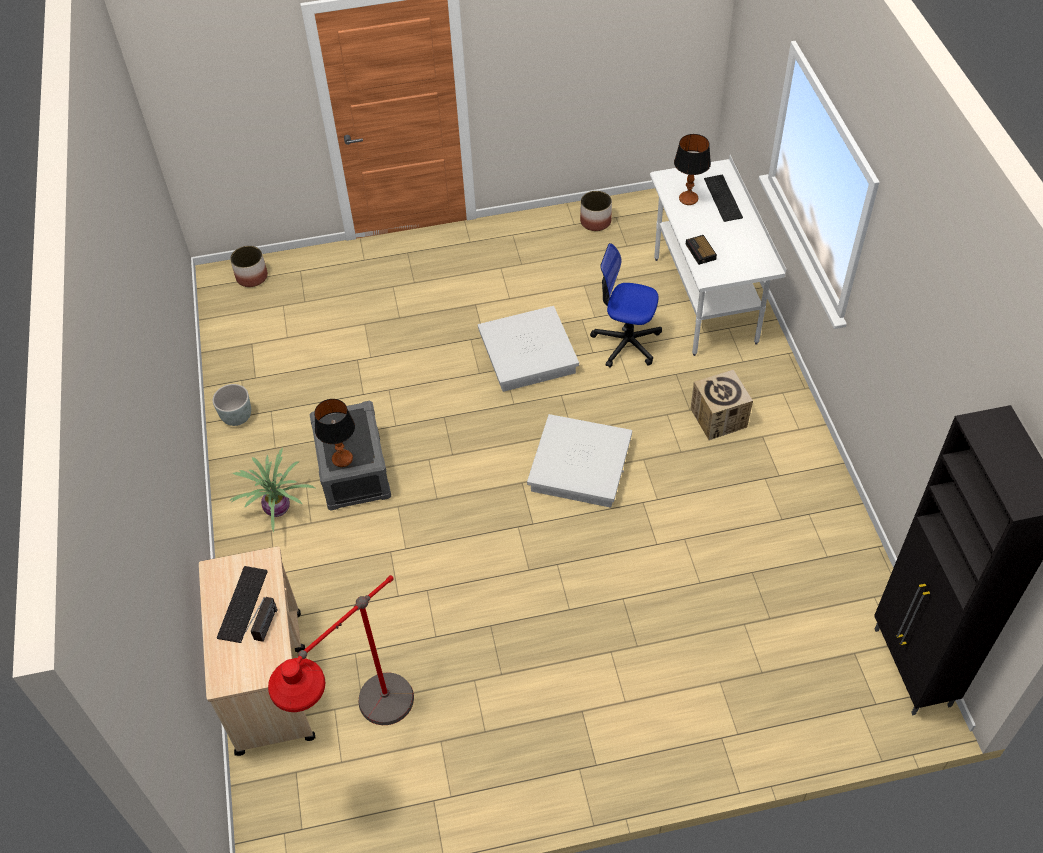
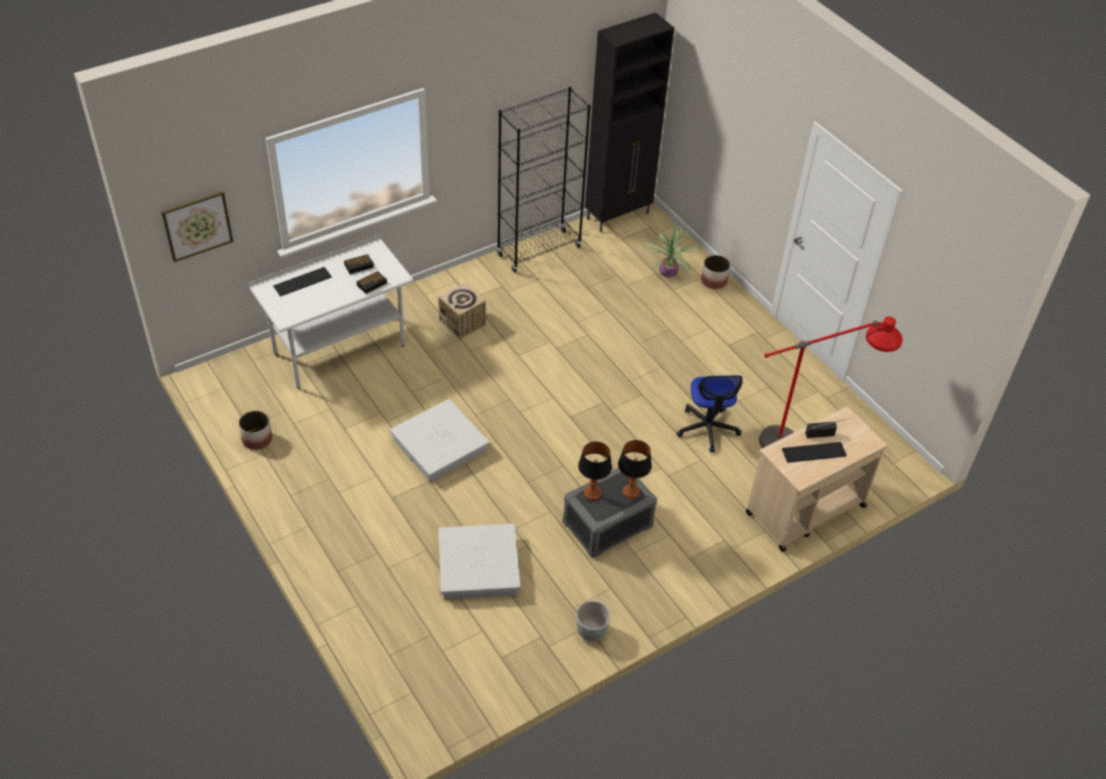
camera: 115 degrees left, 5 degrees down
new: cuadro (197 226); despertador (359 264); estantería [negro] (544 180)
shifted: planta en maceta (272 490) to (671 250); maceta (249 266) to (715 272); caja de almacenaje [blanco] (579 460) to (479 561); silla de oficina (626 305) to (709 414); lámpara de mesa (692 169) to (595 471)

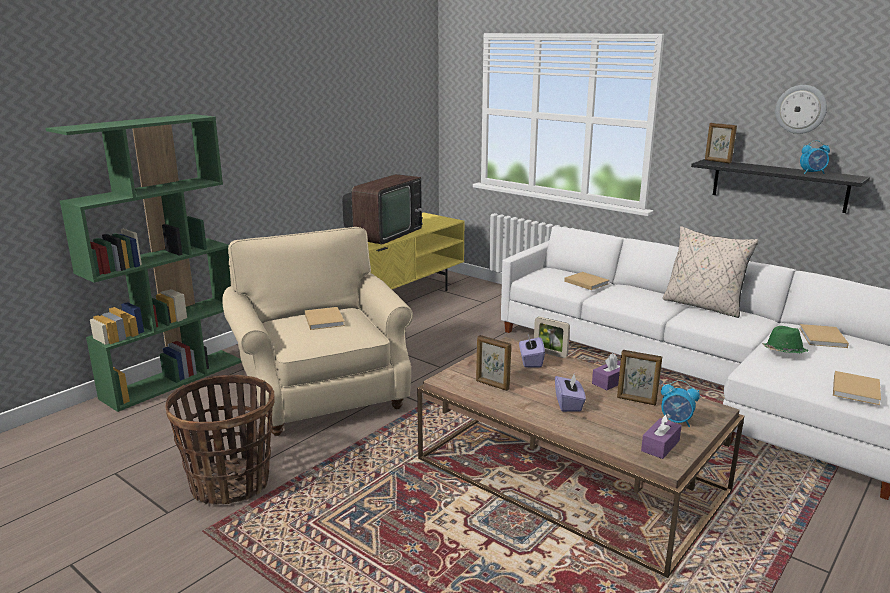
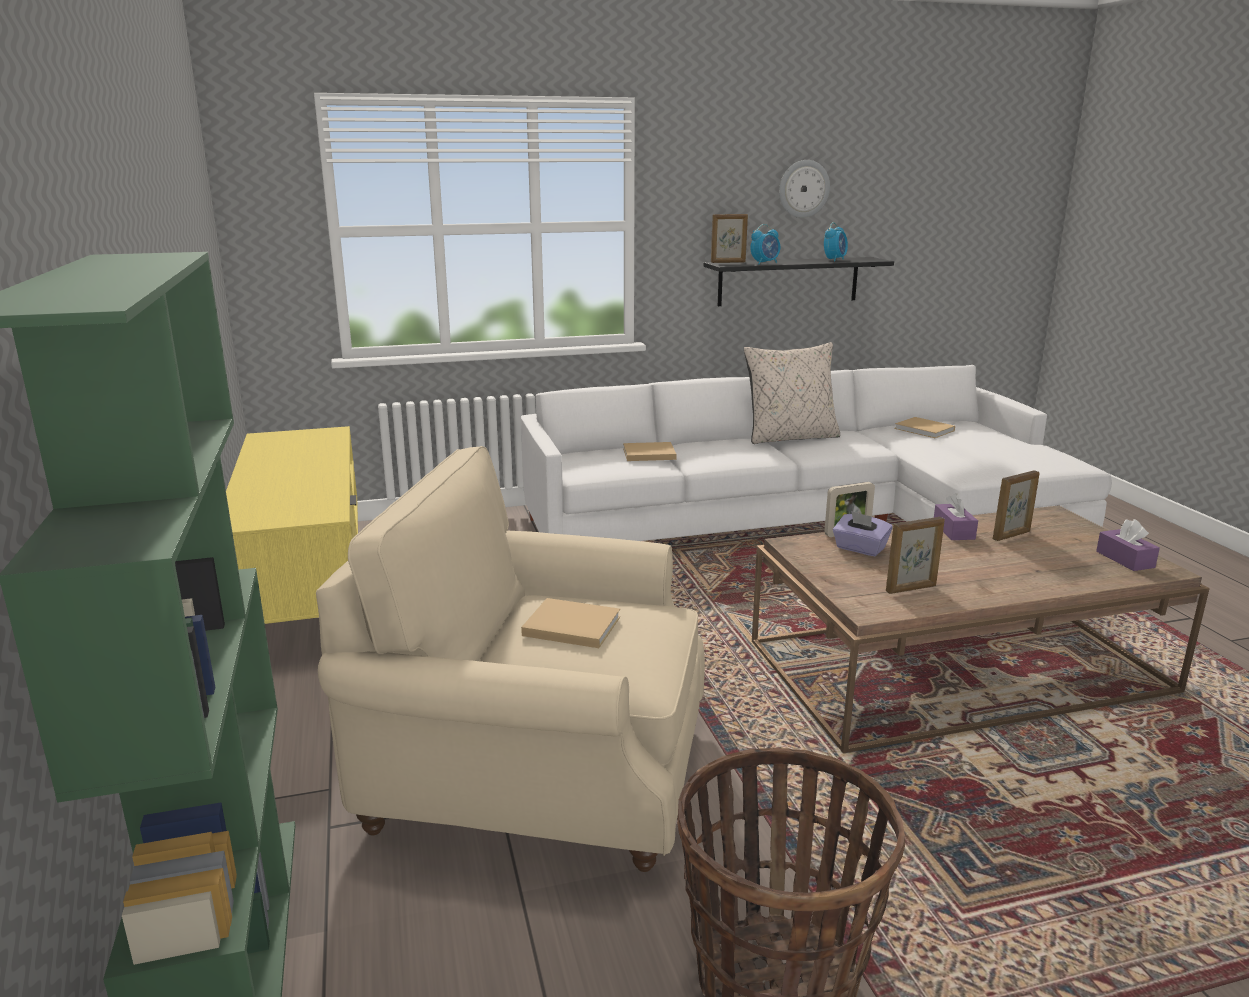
camera: 55 degrees left, 0 degrees up
gone: televisor (382 209); caja de pañuelos [morado] (570 393); sombrero [verde] (785 340); libro [beis] (857 388)
shifted: despertador (680 403) to (765 244)

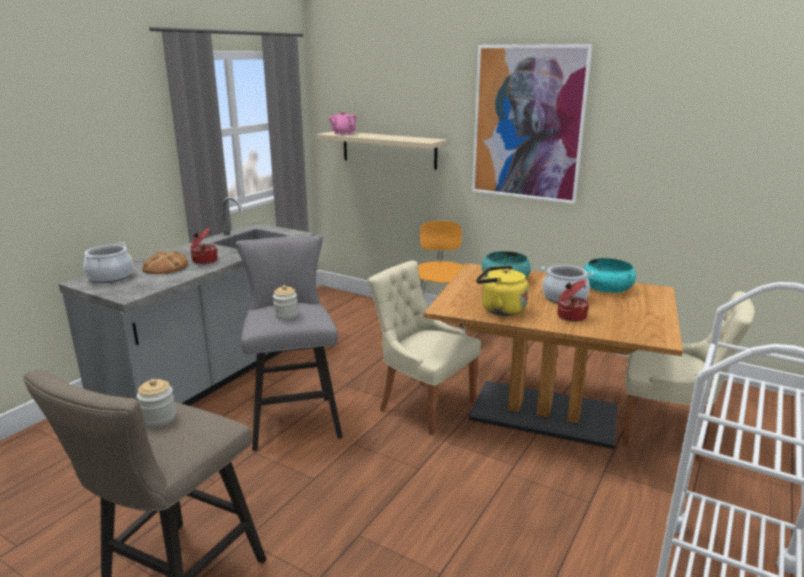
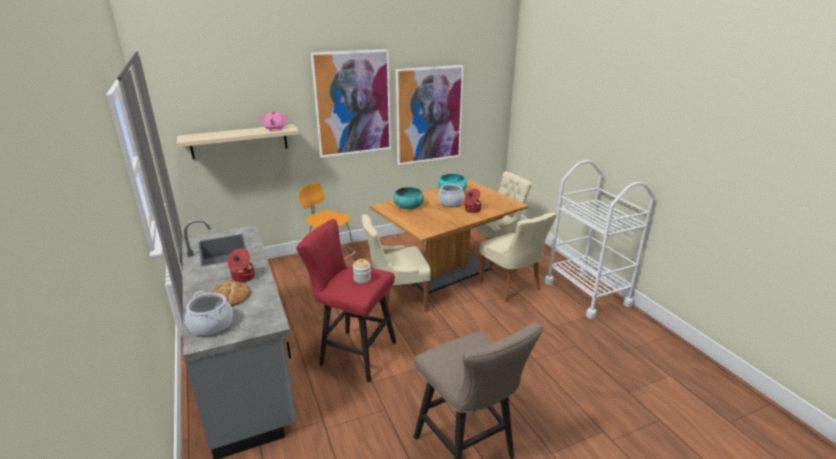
camera: 55 degrees left, 5 degrees up
gone: tarro (156 403); hervidor [amarillo] (502 291)
new: cuadro (430 115); silla [beis] (518 257)
shifted: tetera [rosa] (342 123) to (273 121)
repainted: taburete [gris] (289 343) to taburete [rojo] (346 301)

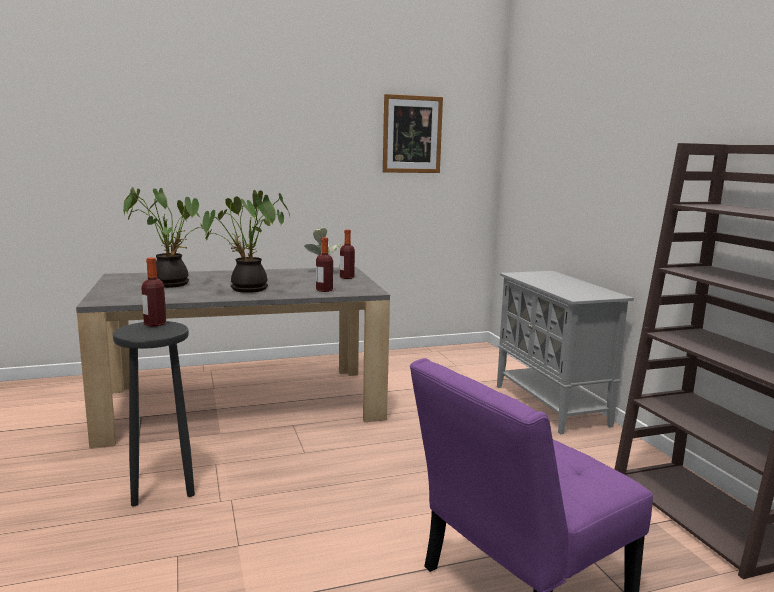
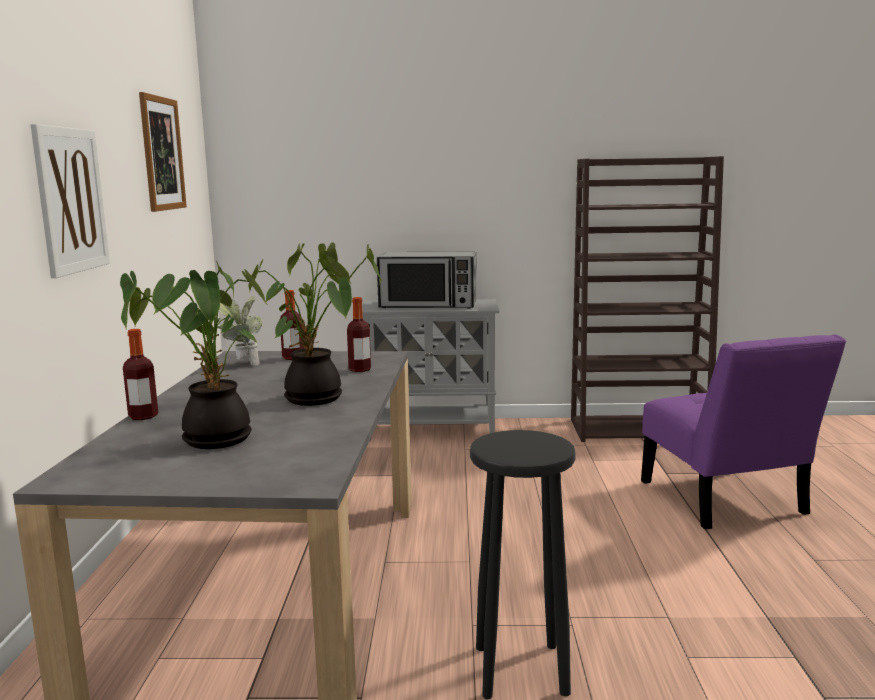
camera: 70 degrees left, 0 degrees up
new: cuadro (70 201); microondas (427 280)
shifted: botella (153 292) to (140 374)

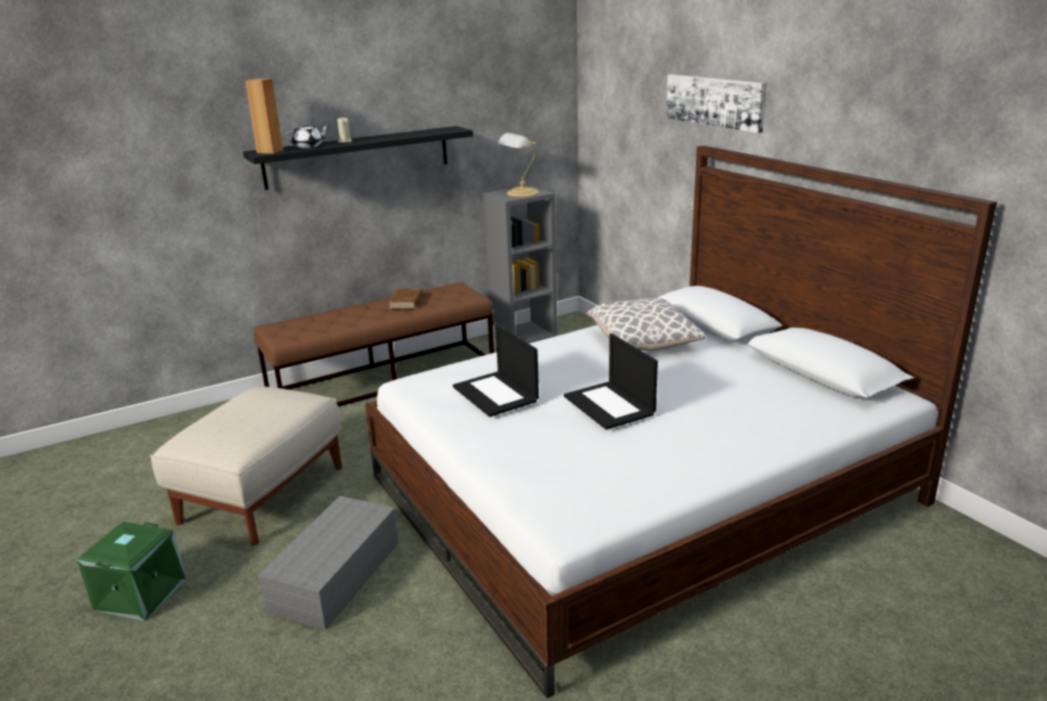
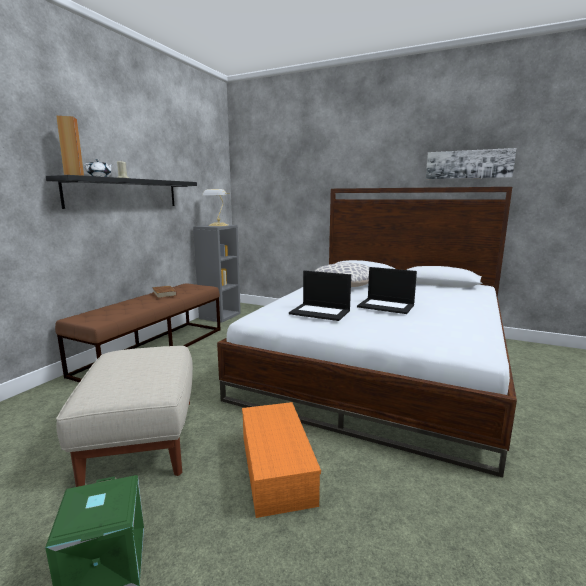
camera: 35 degrees left, 10 degrees down
shifted: cuadro (716 103) to (471 163)
repainted: caja de almacenaje [gris] (327 563) to caja de almacenaje [naranja] (281 460)

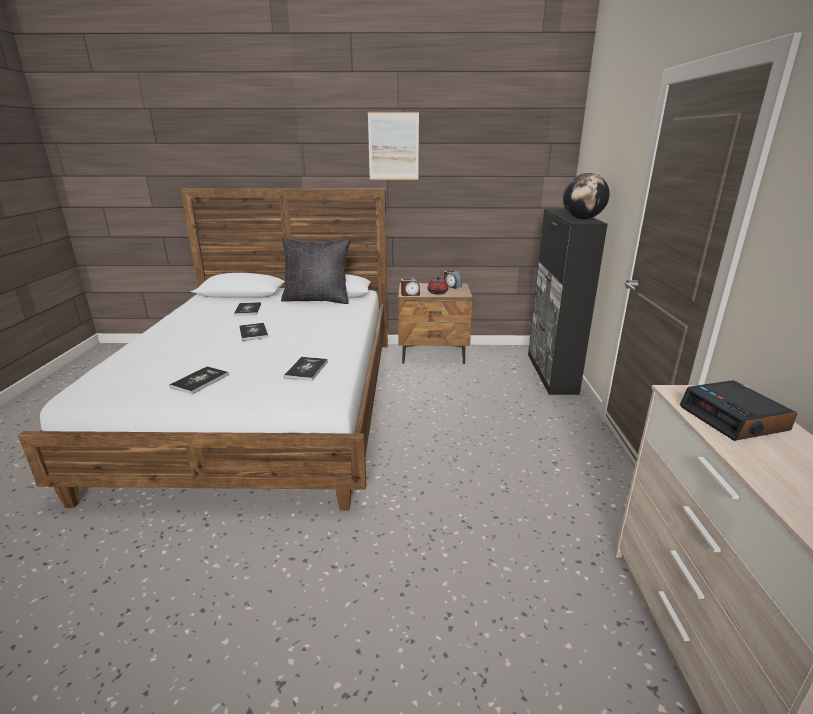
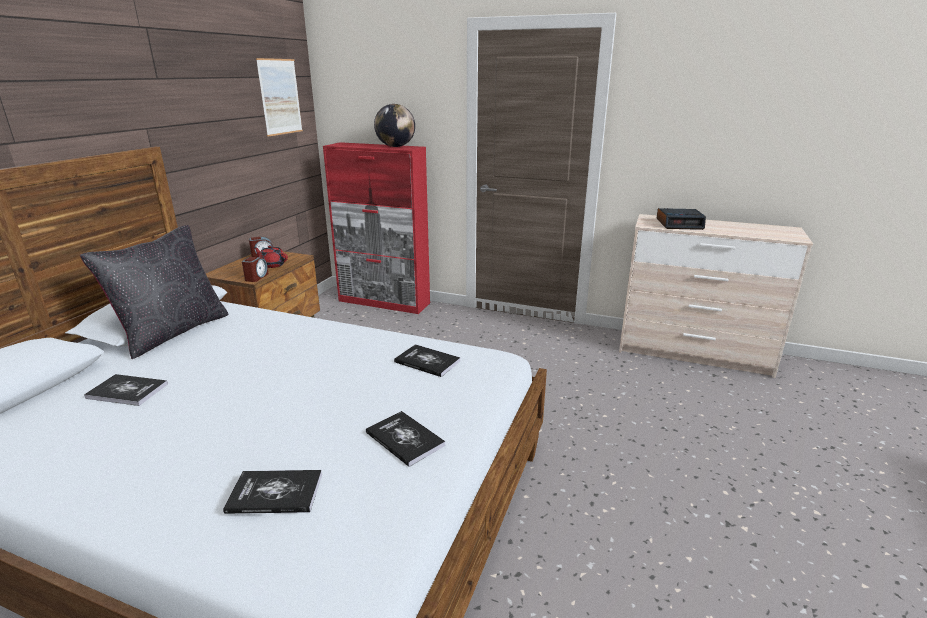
camera: 70 degrees left, 0 degrees up
shifted: libro (253 332) to (272 492); cuadro (393 146) to (279 97)
repainted: armario [negro] (568 302) to armario [rojo] (376 228)

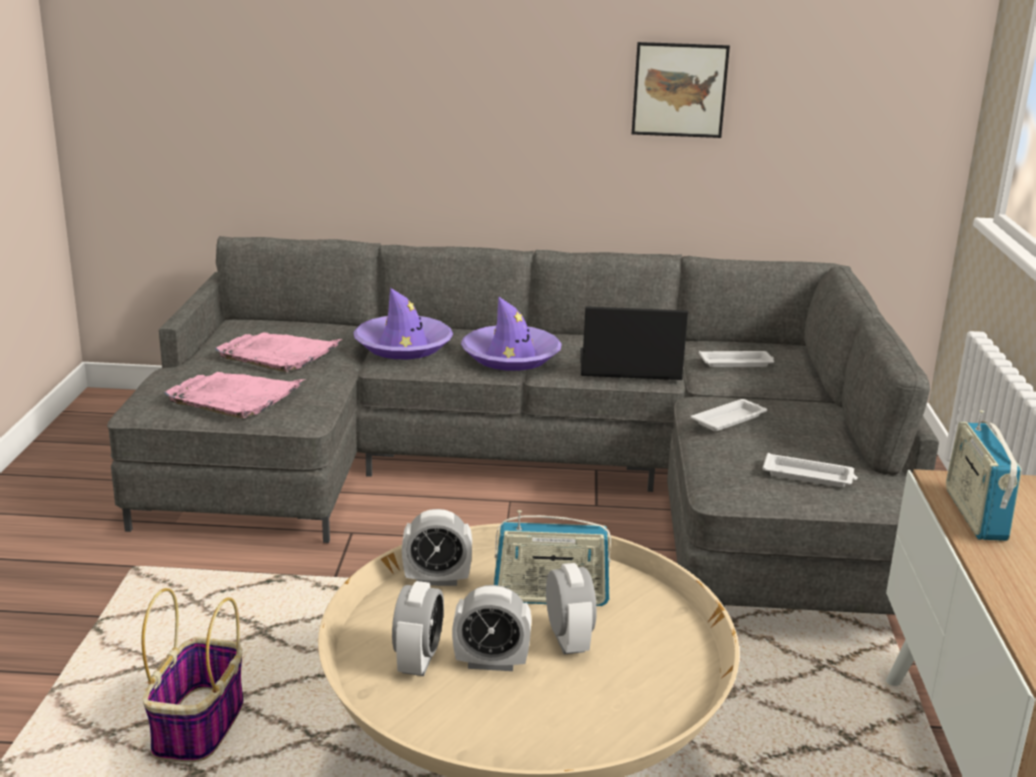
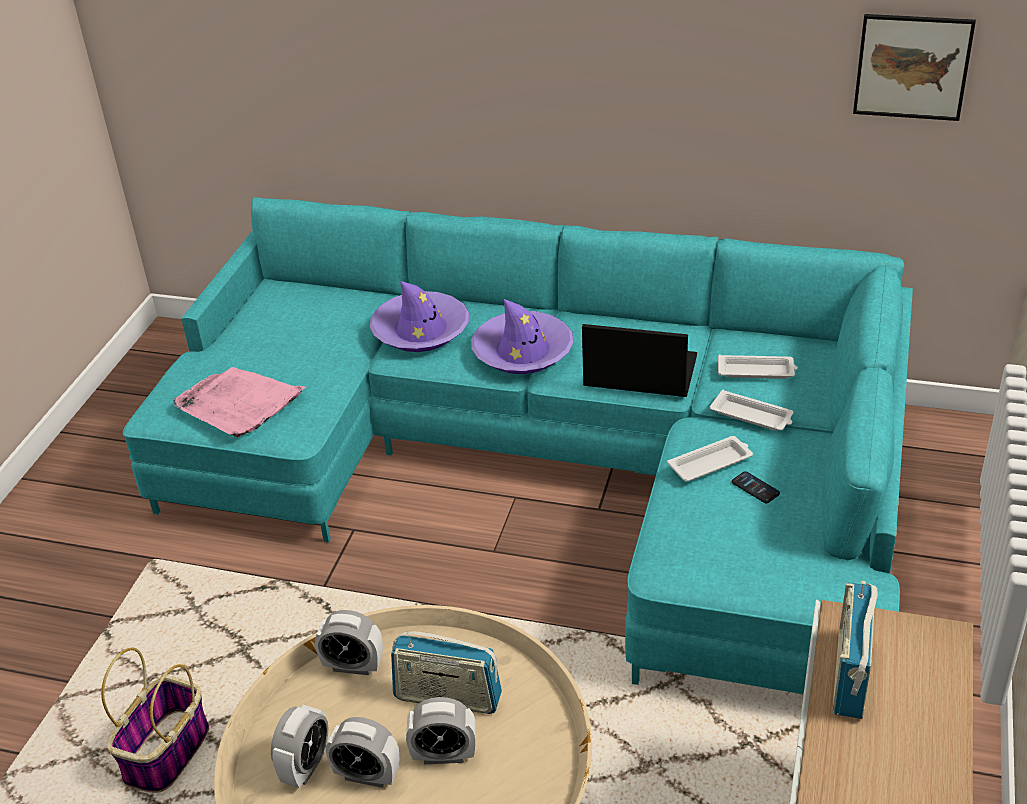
camera: 15 degrees right, 15 degrees up
gone: bandeja [rosa] (279 352)
new: móvil (756 487)
shifted: cuadro (681 90) to (914 67); bandeja [blanco] (810 470) to (752 410)
repainted: sofá [gris] (523 425) to sofá [turquesa] (518 445)
rotated: despertador (571 608) = (441 730) 90 degrees clockwise

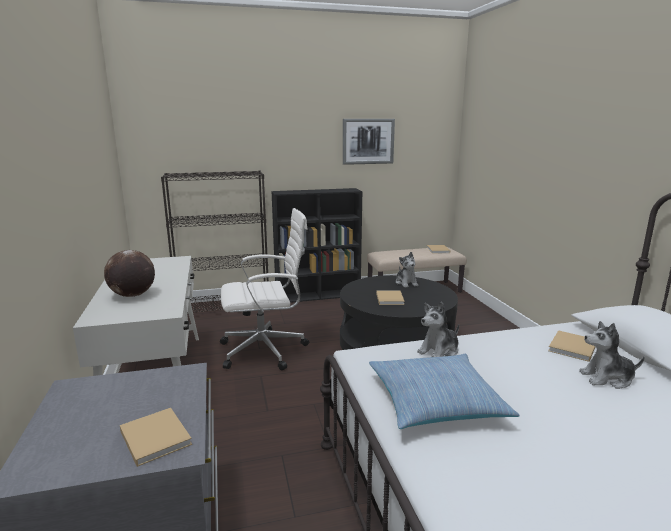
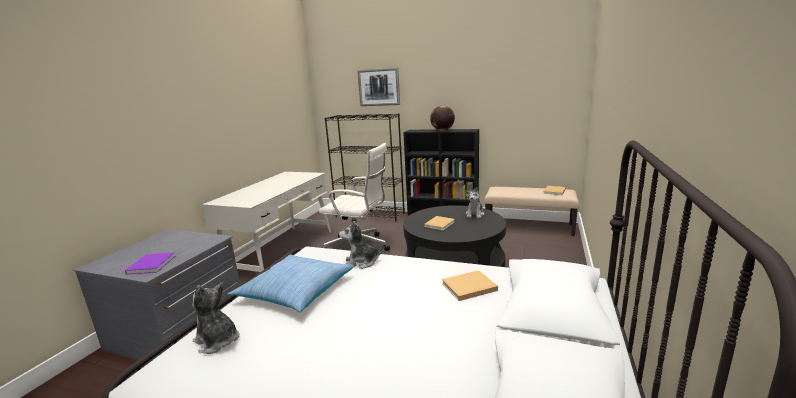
camera: 35 degrees right, 0 degrees up
shifted: globo terráqueo (129 273) to (442 118); cuadro (369 142) to (378 87); peluche (612 355) to (215 318)
repainted: libro [beis] (156 437) to libro [morado] (150 263)

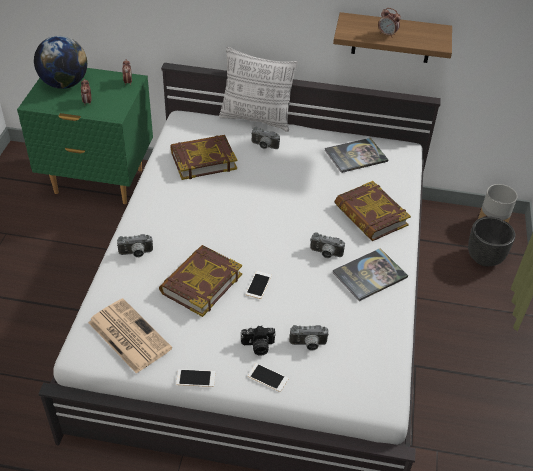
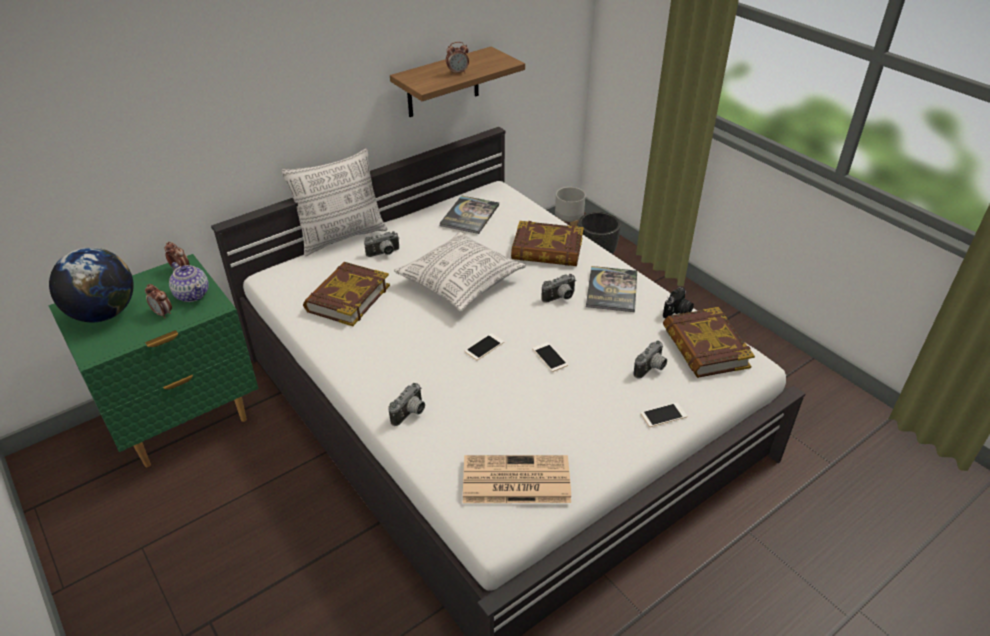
camera: 45 degrees left, 5 degrees down
new: tetera (189 282); cojín (460 271)
shifted: libro (200 281) to (709 342); móvil (195 378) to (484 346); cámara (258 341) to (678 303)

